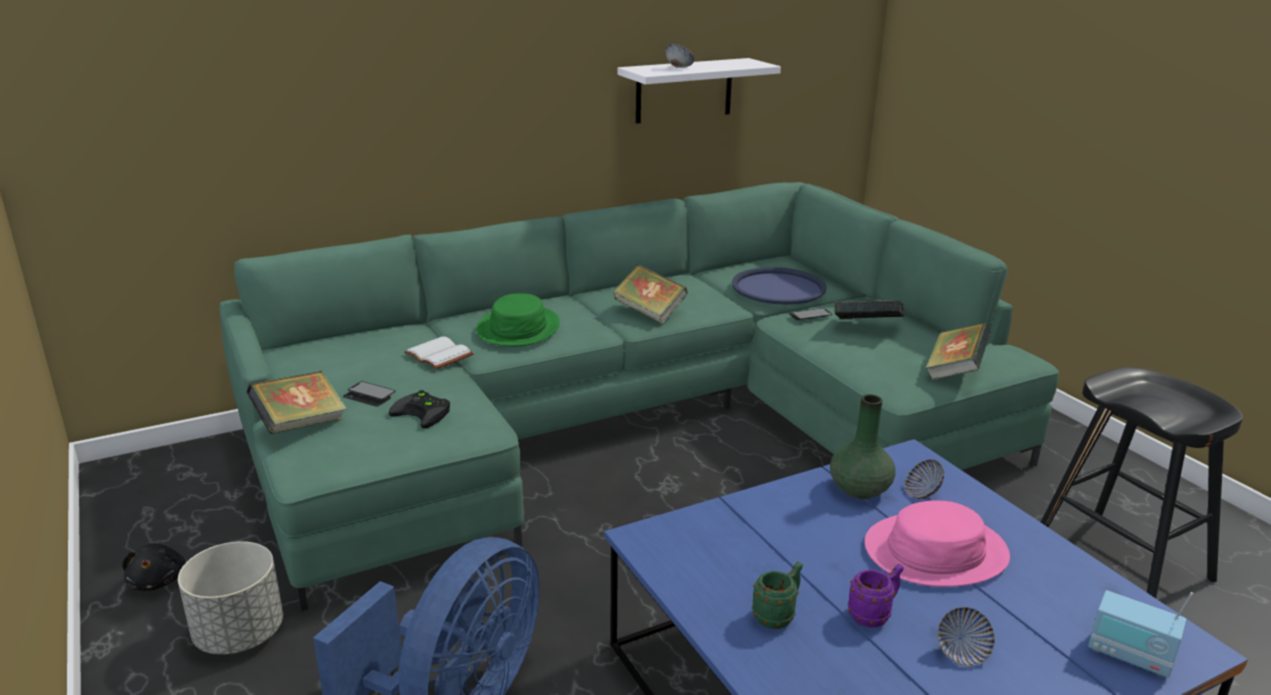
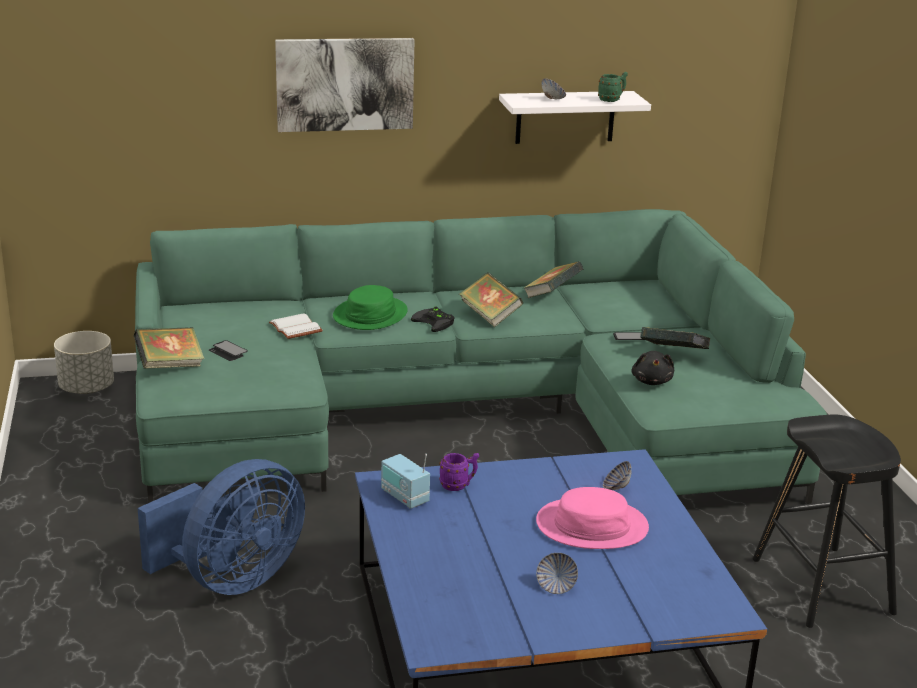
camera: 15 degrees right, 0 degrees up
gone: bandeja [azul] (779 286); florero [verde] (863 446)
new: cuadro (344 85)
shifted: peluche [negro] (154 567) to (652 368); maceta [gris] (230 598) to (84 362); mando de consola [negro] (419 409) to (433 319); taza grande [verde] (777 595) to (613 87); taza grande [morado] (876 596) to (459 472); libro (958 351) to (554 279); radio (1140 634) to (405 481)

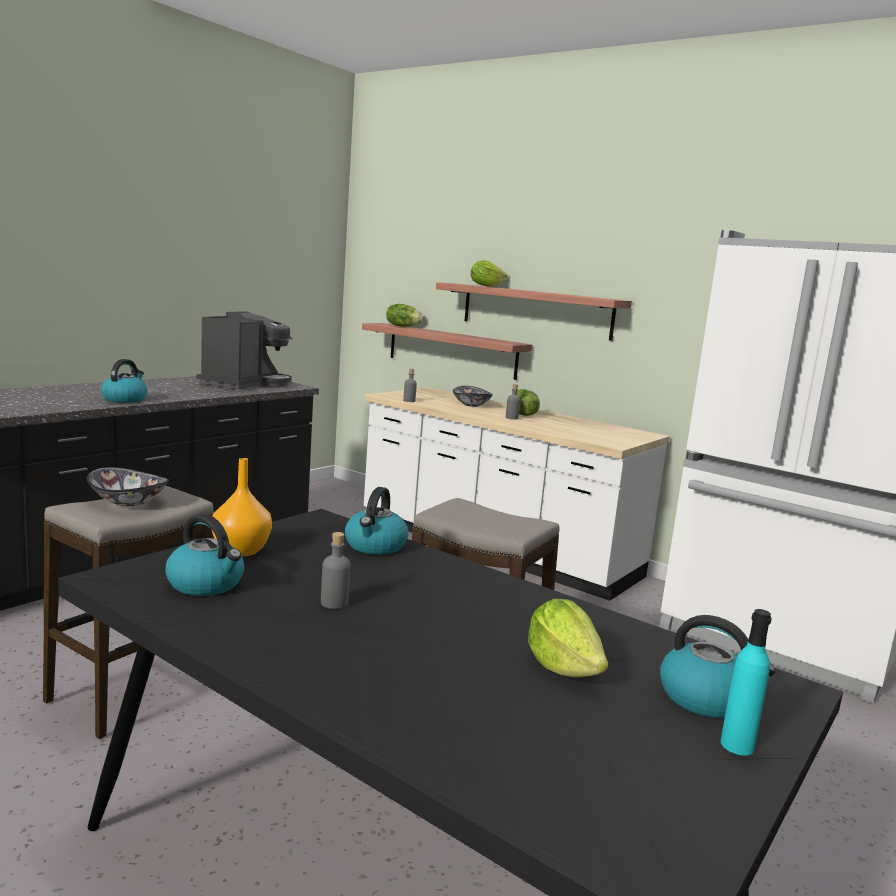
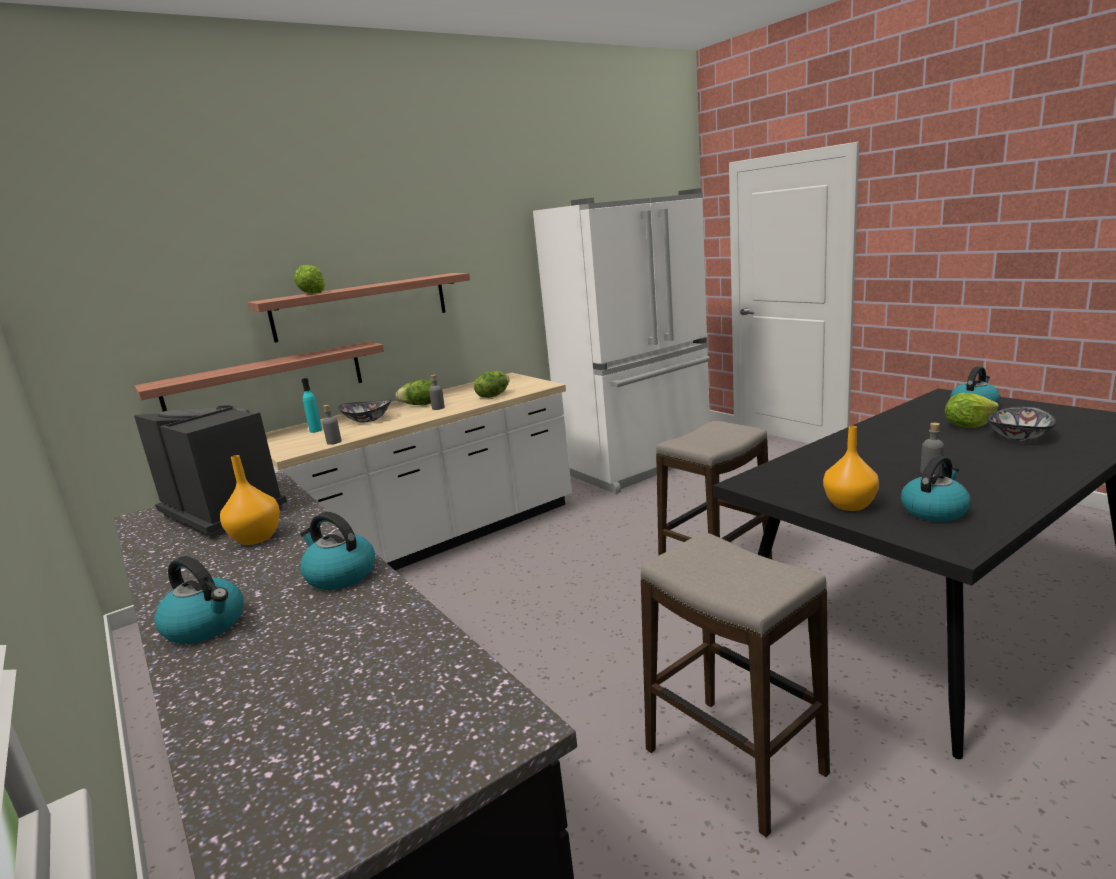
camera: 70 degrees left, 5 degrees up
new: florero [naranja] (250 500)
shifted: cuenco (128 486) to (1022 423); hervidor (377 521) to (198 600); lechuga (404 315) to (492 384); botella [turquesa] (746 682) to (311 405)

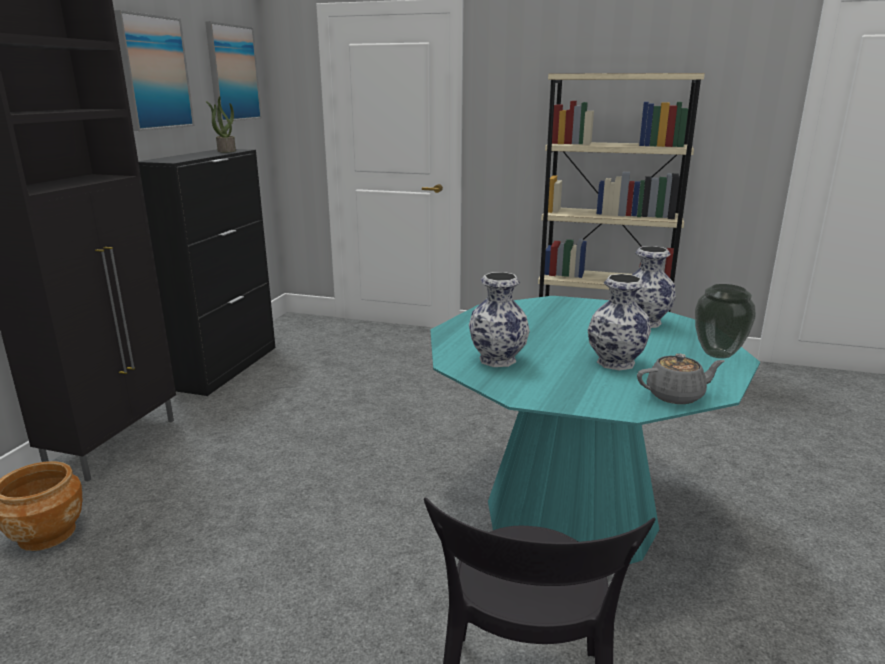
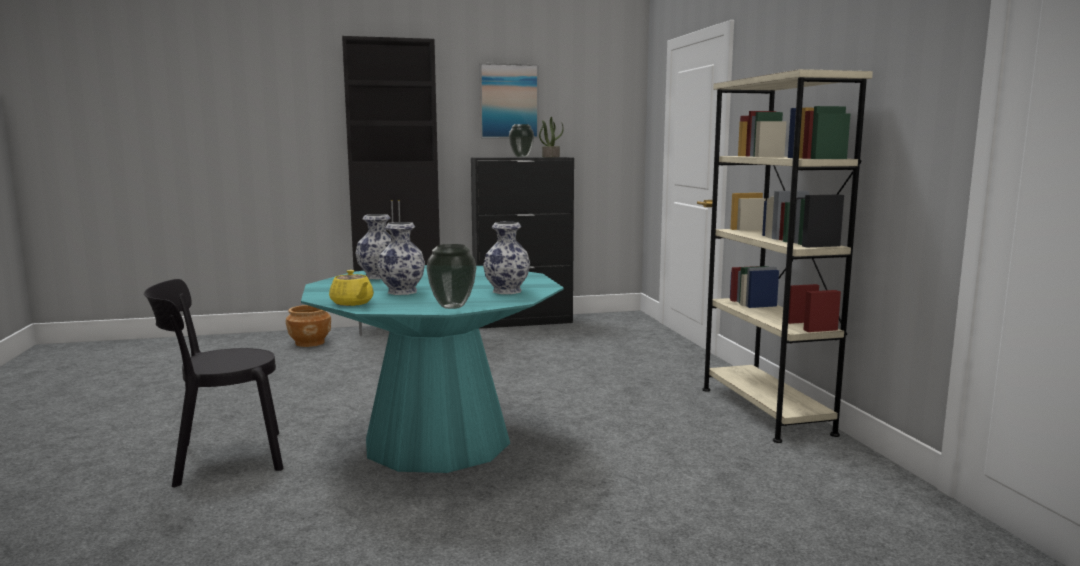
camera: 60 degrees right, 10 degrees down
gone: cuadro (233 71)
new: florero (521 140)
repainted: tetera [gris] (681 378) to tetera [amarillo] (351 288)

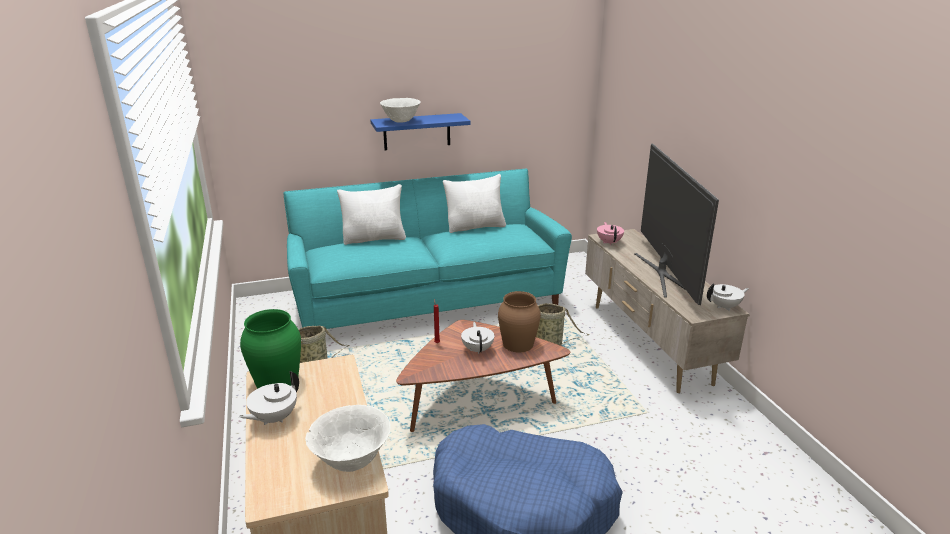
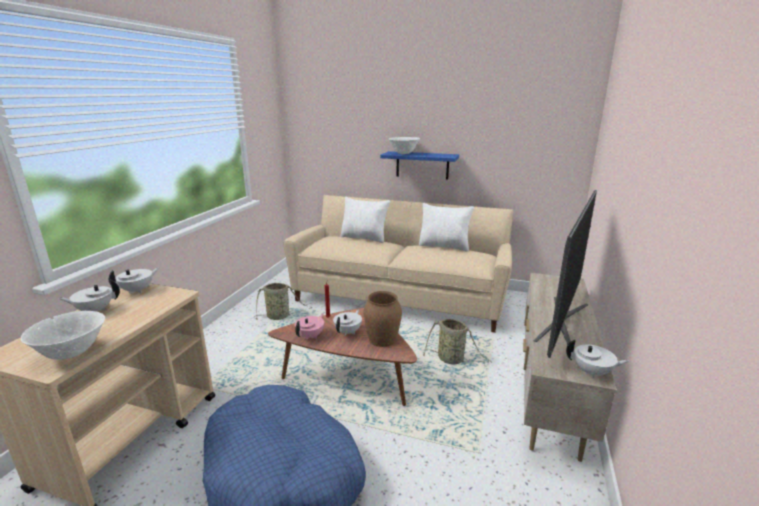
camera: 35 degrees right, 5 degrees down
shifted: tetera [rosa] (610 233) to (309 326)
swapped: florero [verde] (270 348) to tetera [blanco] (134 280)
repainted: sofá [turquesa] (427 249) to sofá [beis] (398 264)

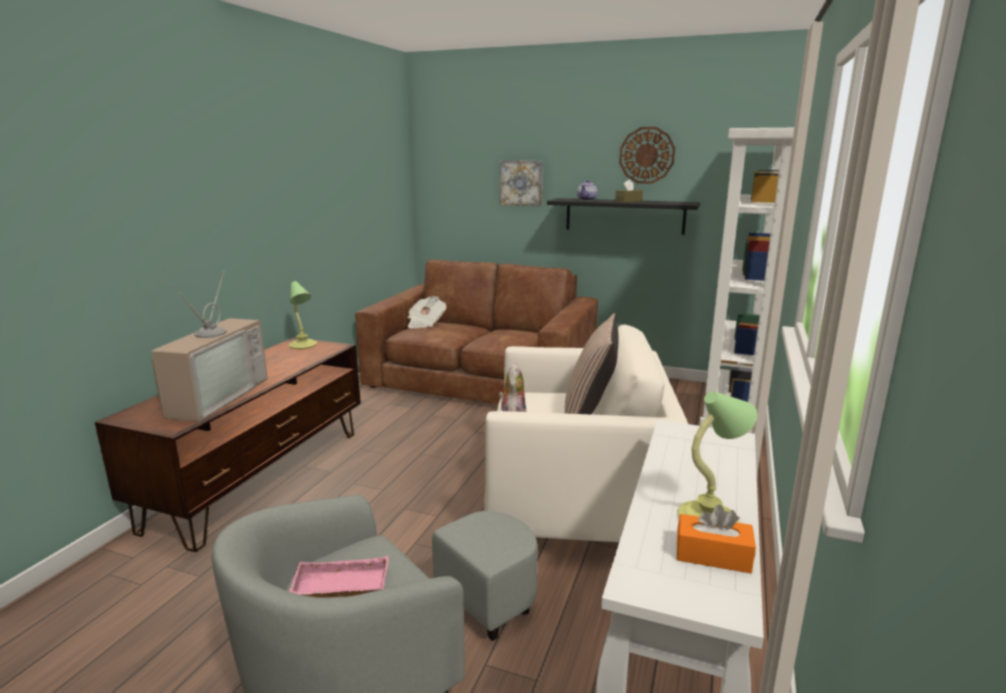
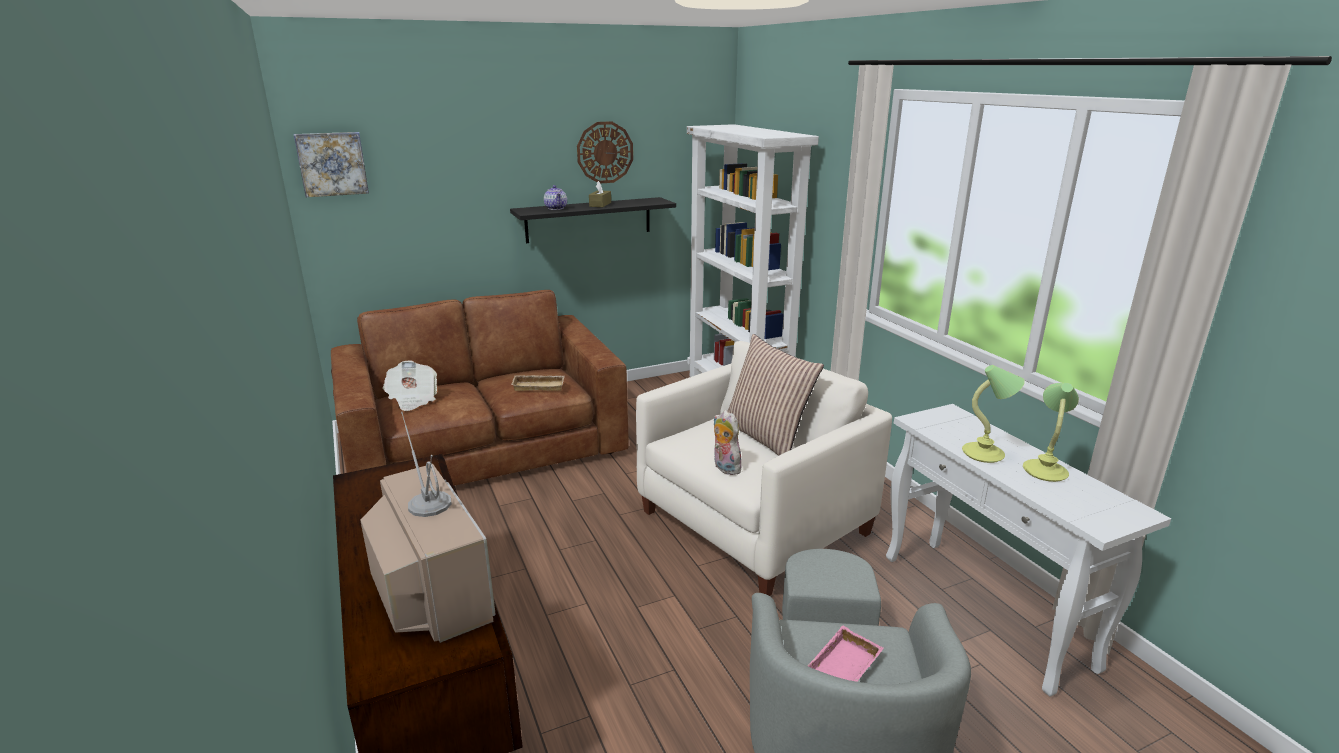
camera: 45 degrees left, 5 degrees up
gone: caja de pañuelos [naranja] (716 539)
new: bandeja [beis] (538 383)
shifted: lámpara de mesa (303 315) to (993 414); cuadro (521 183) to (331 164)

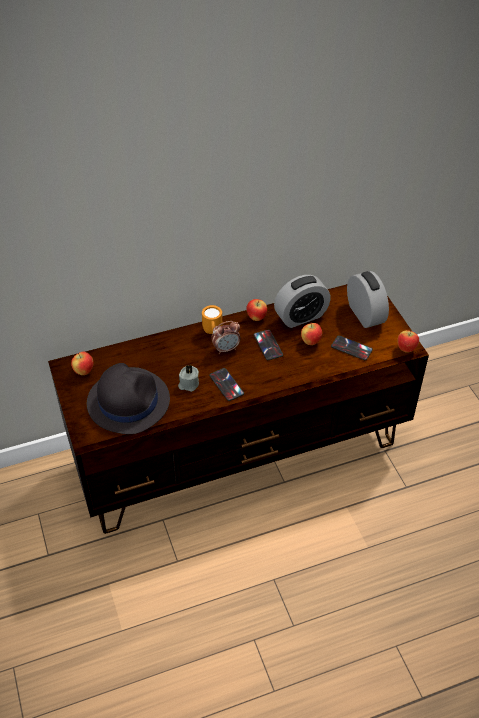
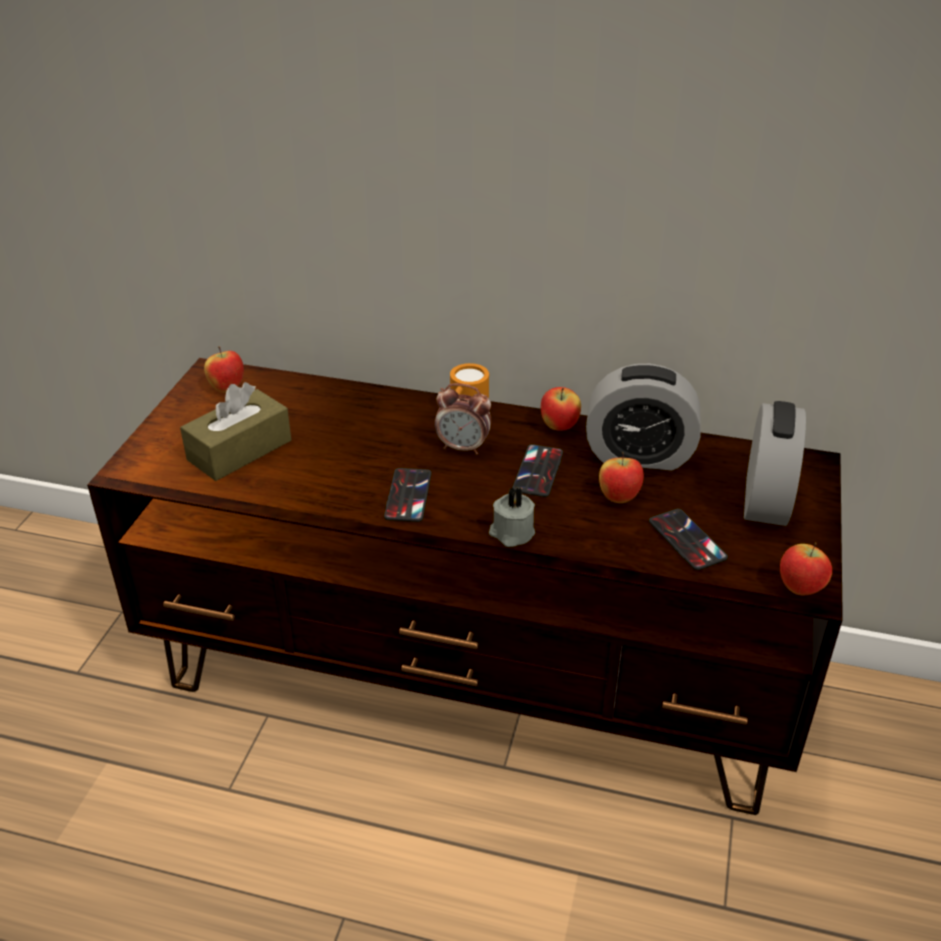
camera: 35 degrees right, 10 degrees down
shifted: vela [gris] (188 378) to (512 517)
swapped: sombrero [negro] (128 398) to caja de pañuelos [marrón] (235 431)

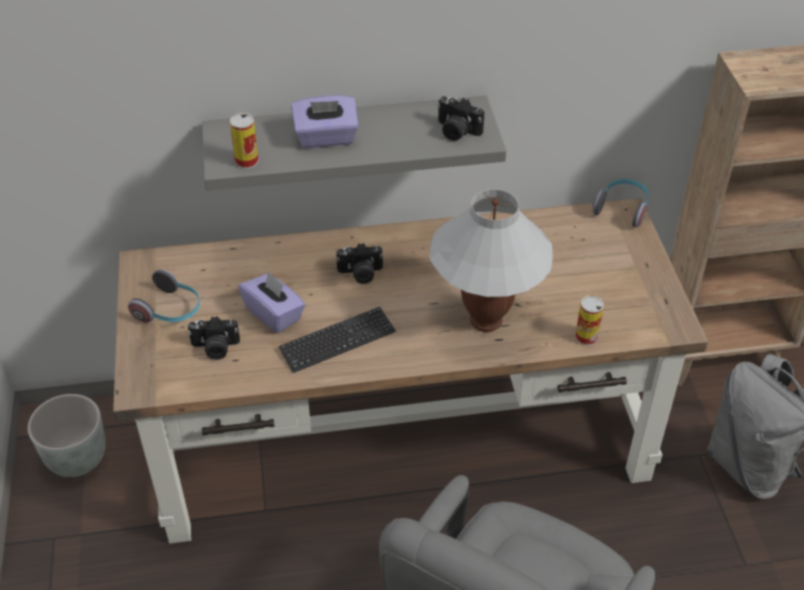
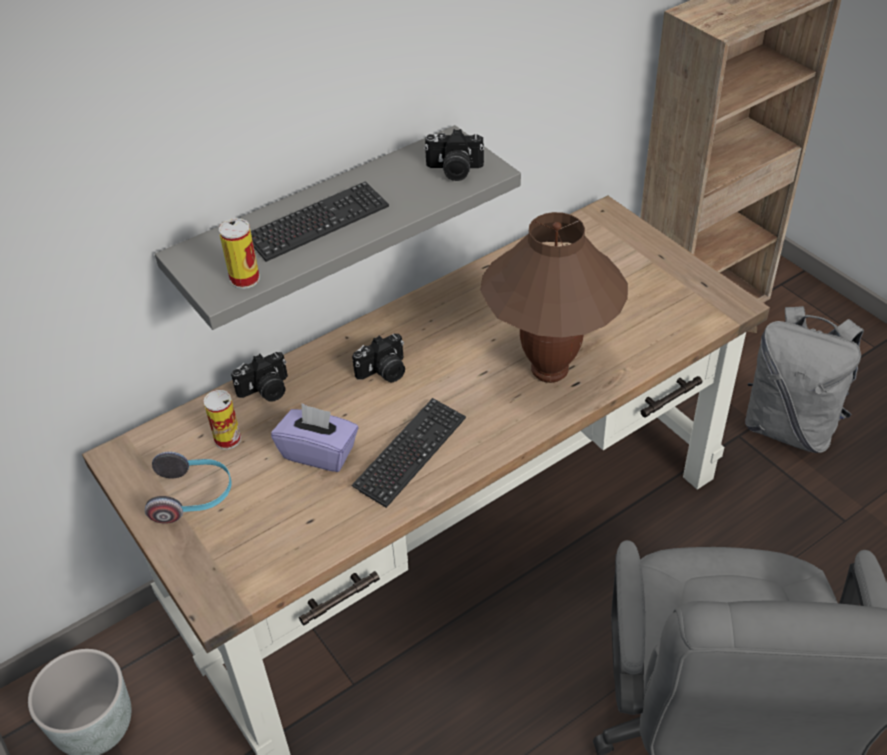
camera: 25 degrees left, 0 degrees up
gone: auriculares (621 203)
shifted: cámara (214 338) to (259 377); lata (589 320) to (222 419)
swapped: caja de pañuelos [morado] (325 121) to teclado (320 221)
repainted: lámpara de mesa [blanco] (491 260) to lámpara de mesa [marrón] (554 297)

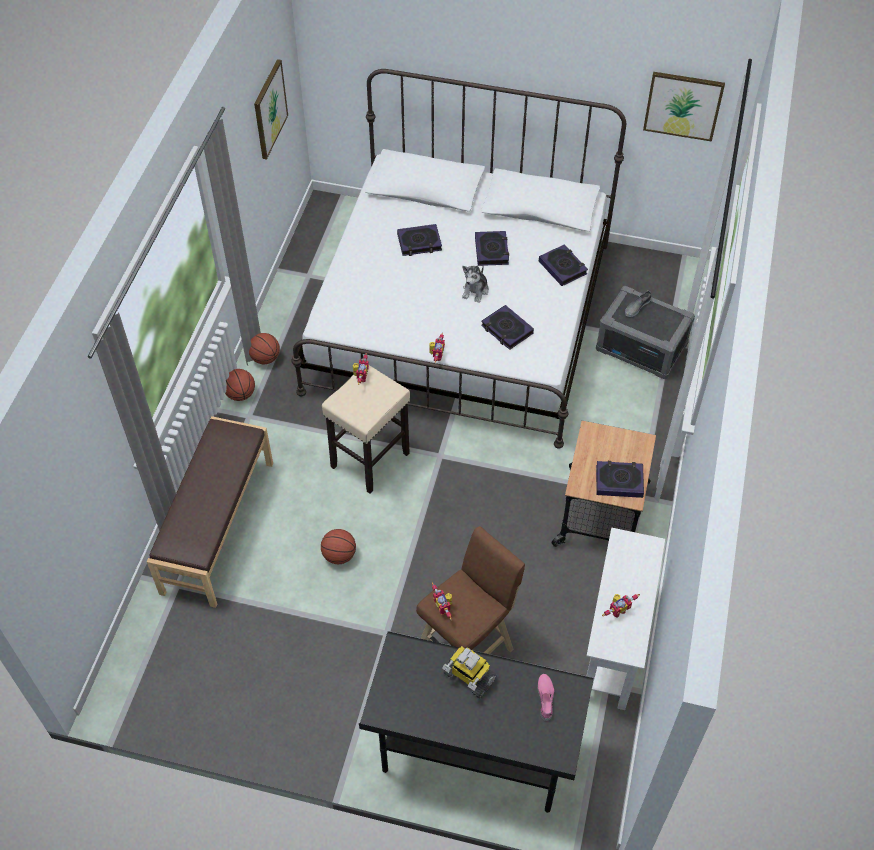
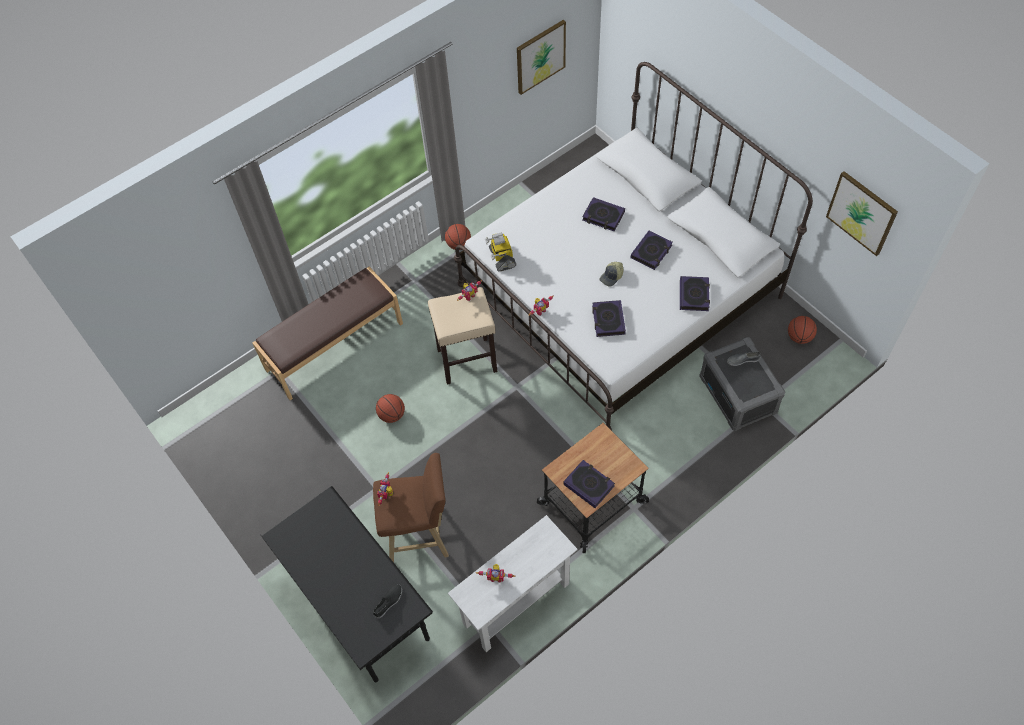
camera: 40 degrees right, 5 degrees up
shifted: balón de baloncesto (240 385) to (802 330); robot de juguete (469 672) to (500 251)
swapped: peluche (475 284) to gorra (611 274)
repainted: zapato [rosa] (546 697) to zapato [negro] (387 601)

